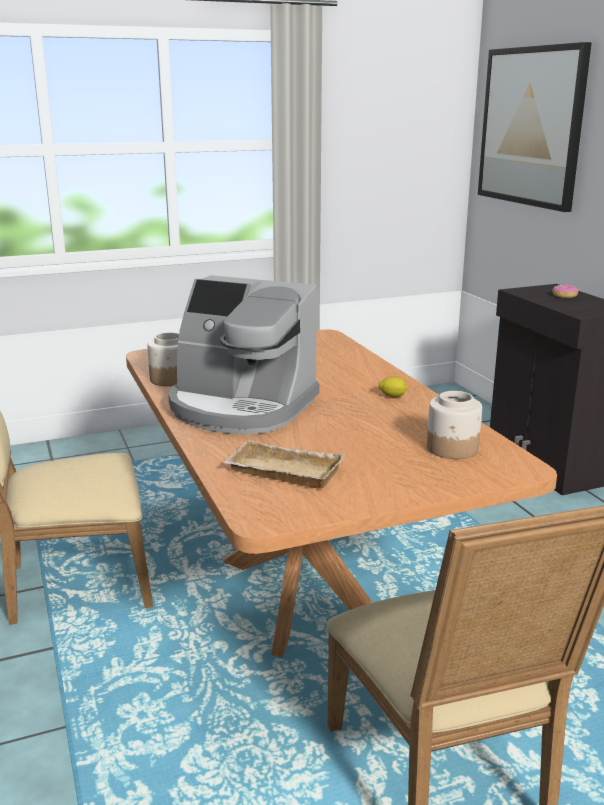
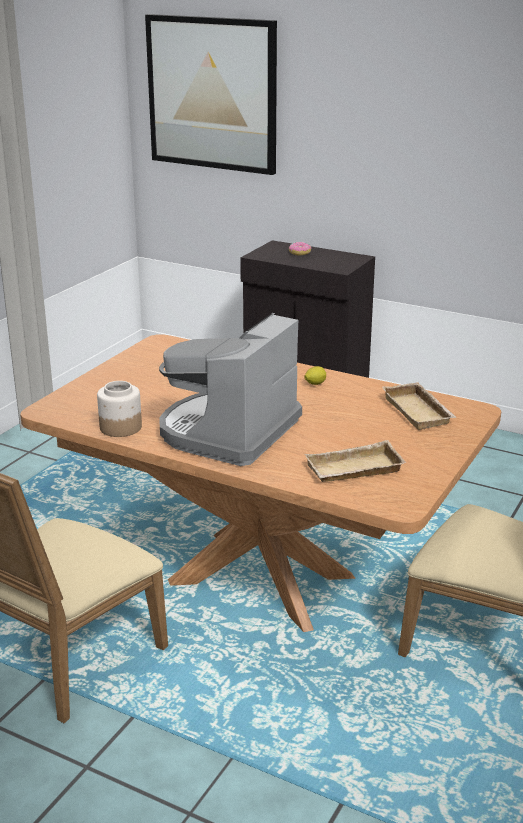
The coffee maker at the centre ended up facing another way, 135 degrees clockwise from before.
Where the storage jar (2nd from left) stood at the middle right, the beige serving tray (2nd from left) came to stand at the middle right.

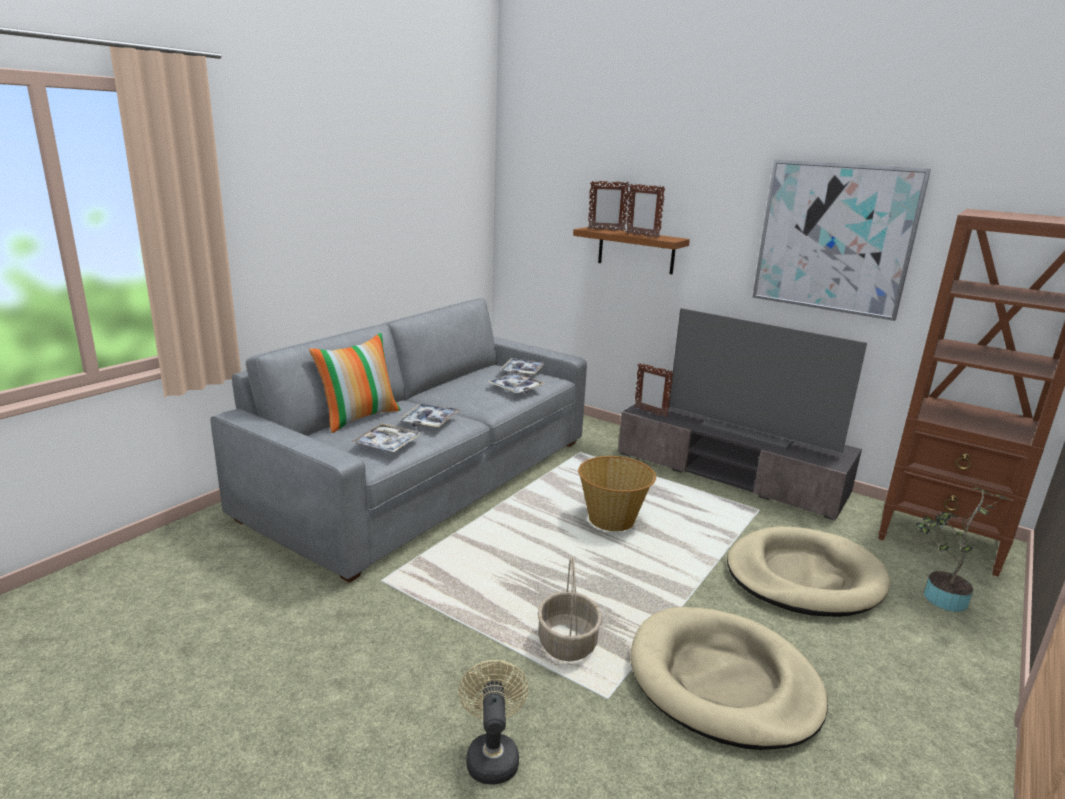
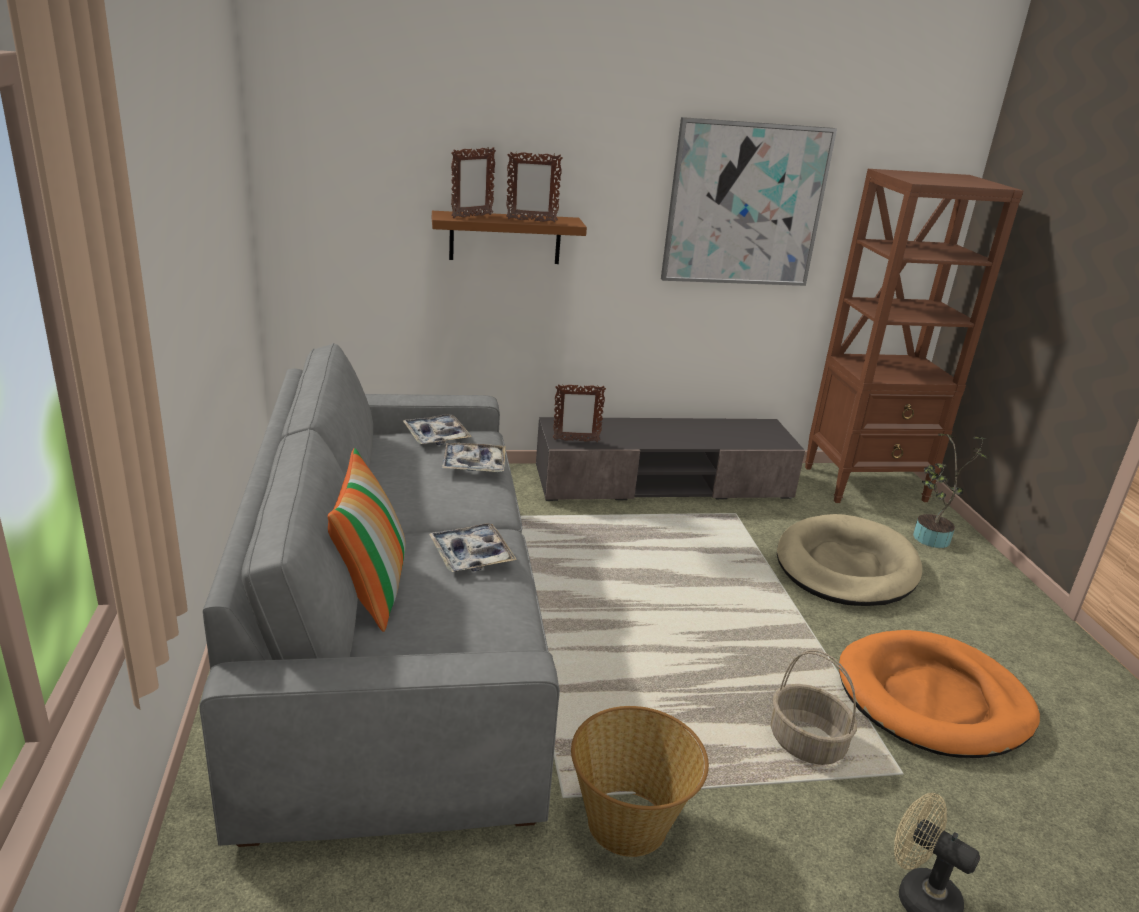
The second view lost the television at the middle right.
The second view lost the serving tray (1st from left) at the centre.
The household basket (2nd from left in the first image) ended up elsewhere, having gone from the centre to the bottom centre.
What was the beige dog cushion (1st from left) at the bottom right turned into the orange-coloured dog cushion at the bottom right.

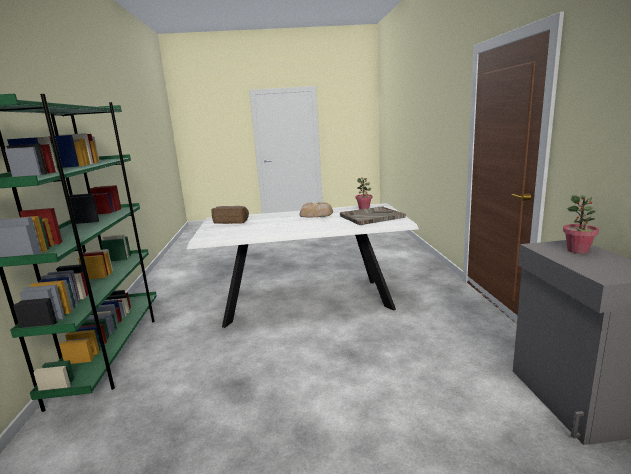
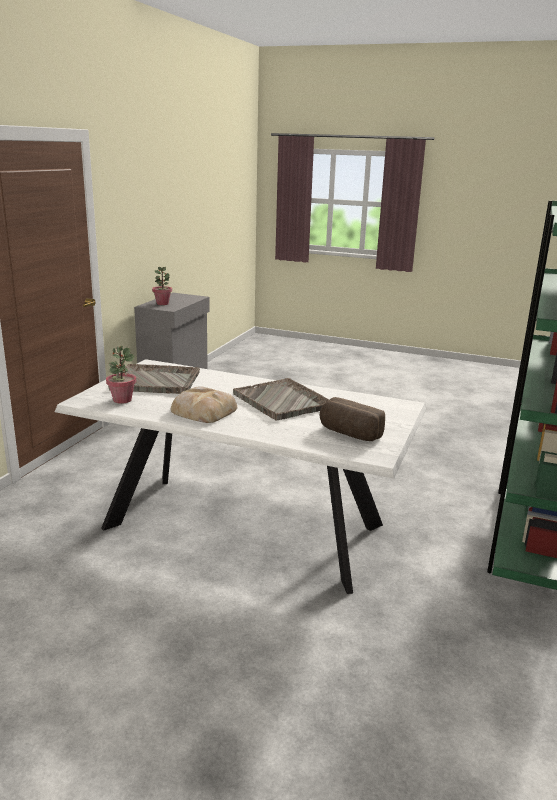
The second view gained the gray serving tray (2nd from left) at the centre.

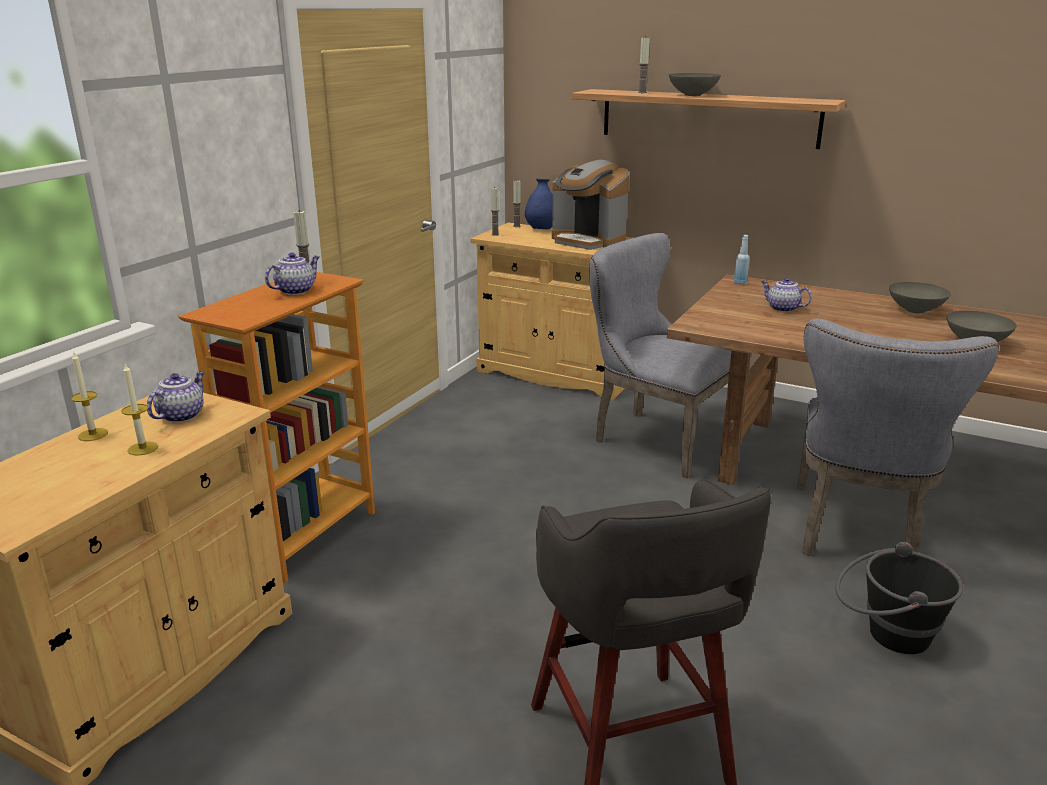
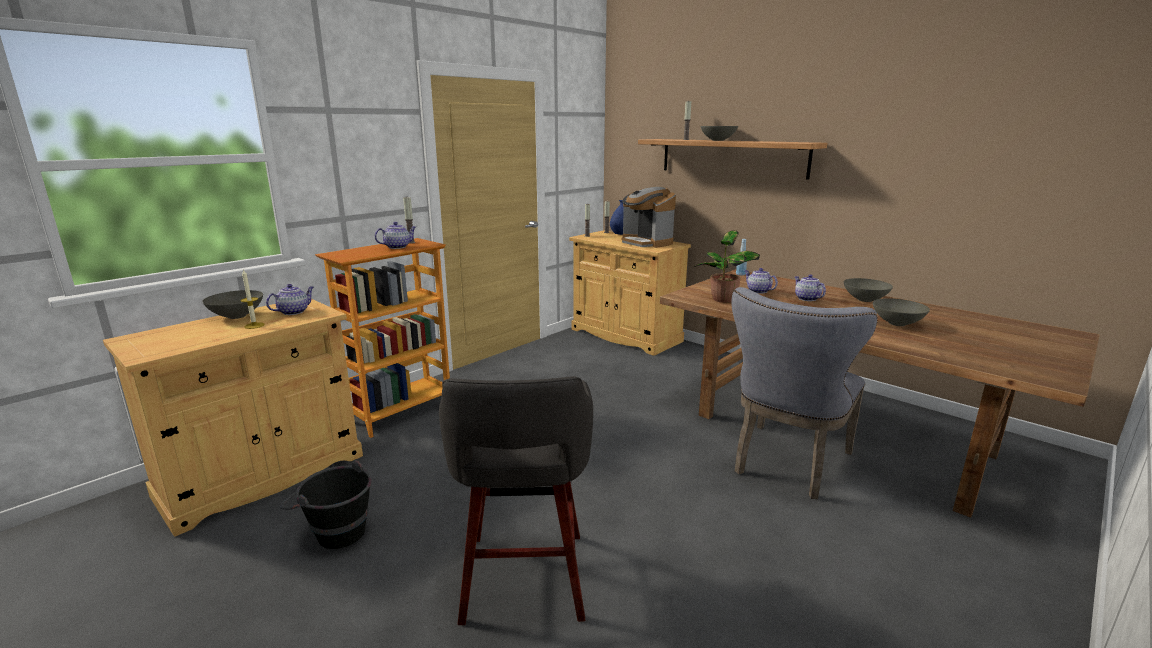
The second view lost the gray upright chair (1st from left) at the centre.
Where the wax light (1st from left) stood at the middle left, the gray serving bowl (1st from left) came to stand at the middle left.
The blackish pail ended up elsewhere, having gone from the bottom right to the bottom left.
The second view gained the potted plant at the centre.
The second view gained the tea pot (4th from left) at the middle right.

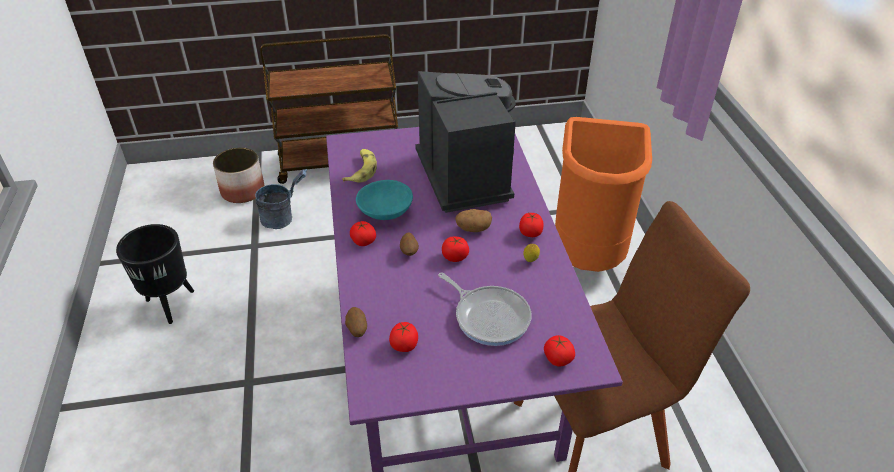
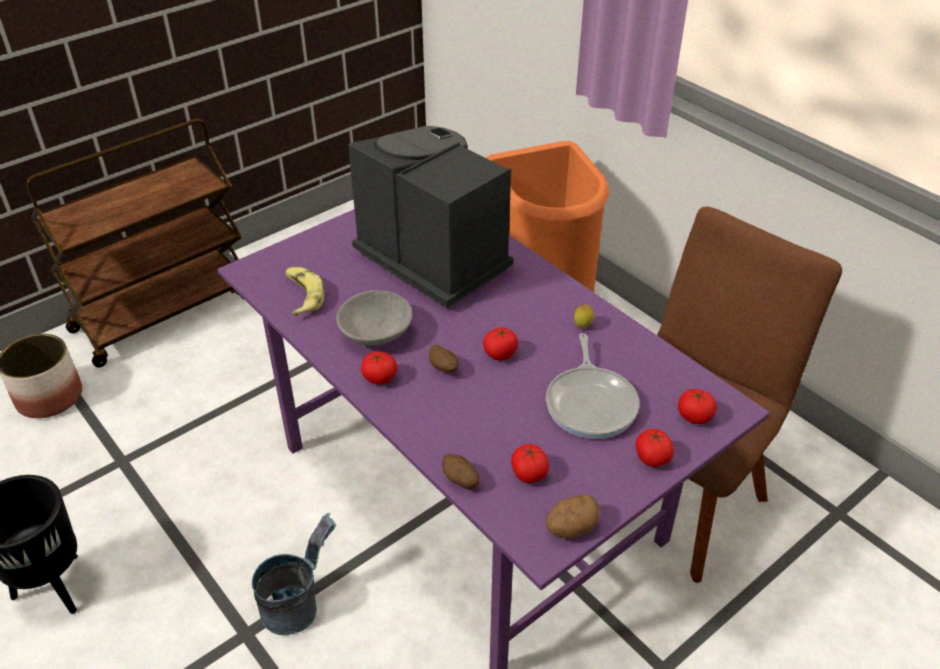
The gray pail ended up elsewhere, having gone from the middle left to the bottom left.
What was the turquoise-coloured serving bowl at the centre turned into the gray serving bowl at the centre.
The whole potato (3rd from left) ended up elsewhere, having gone from the centre to the bottom centre.
The whole tomato (4th from left) ended up elsewhere, having gone from the centre to the bottom right.
The skillet at the centre ended up facing another way, 75 degrees clockwise from before.

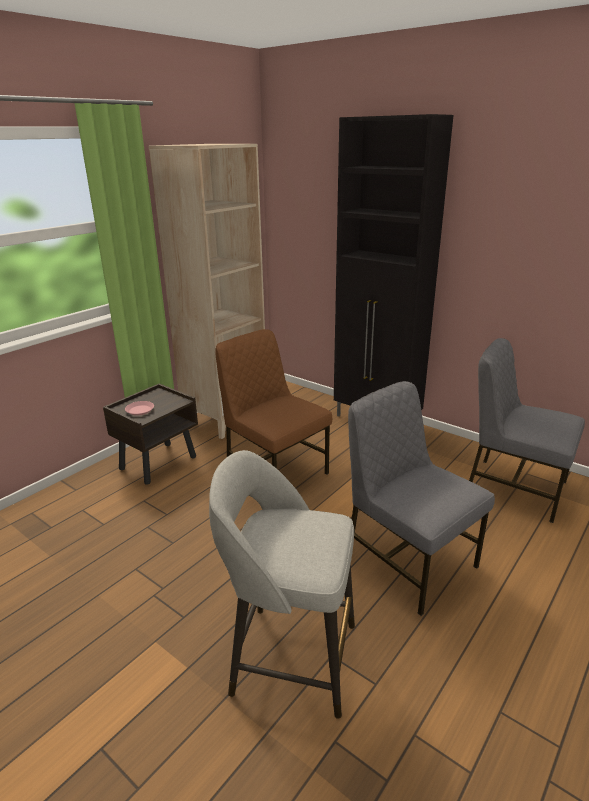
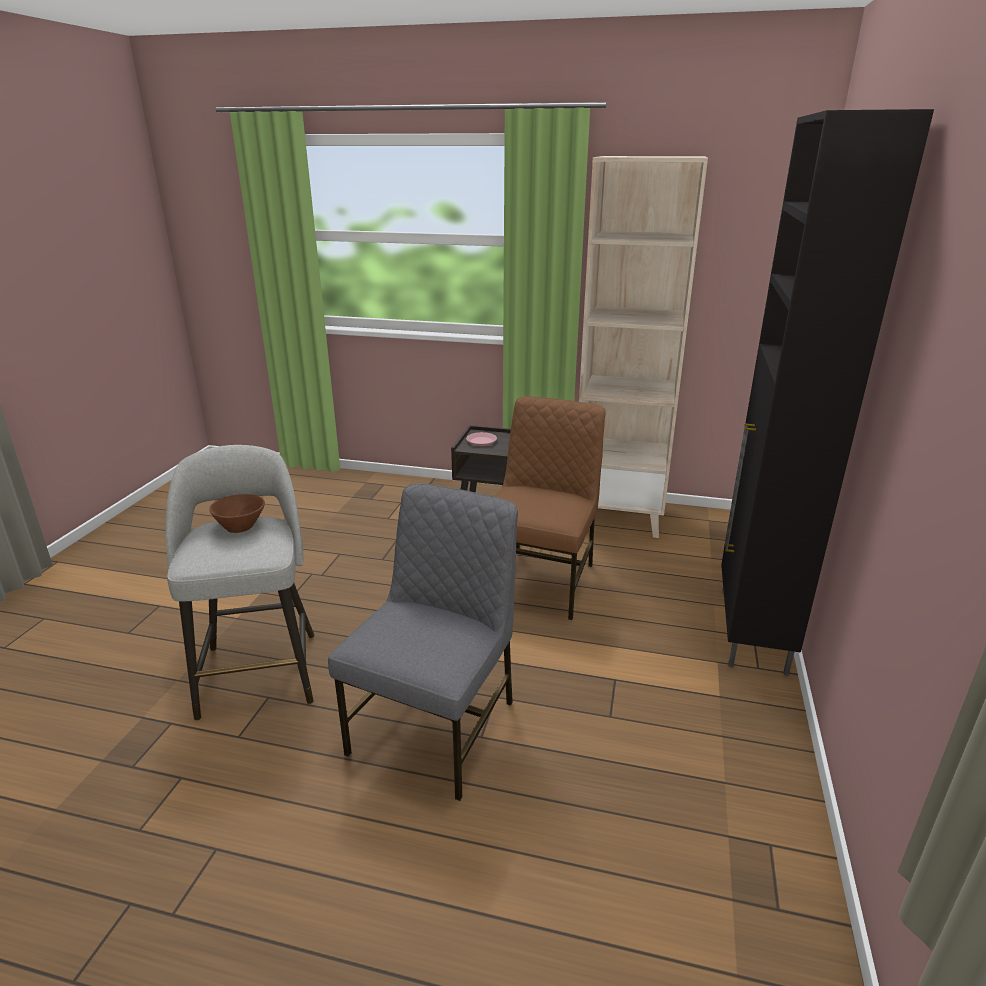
The second view lost the gray upright chair (2nd from left) at the middle right.
The second view gained the brown serving bowl at the middle left.

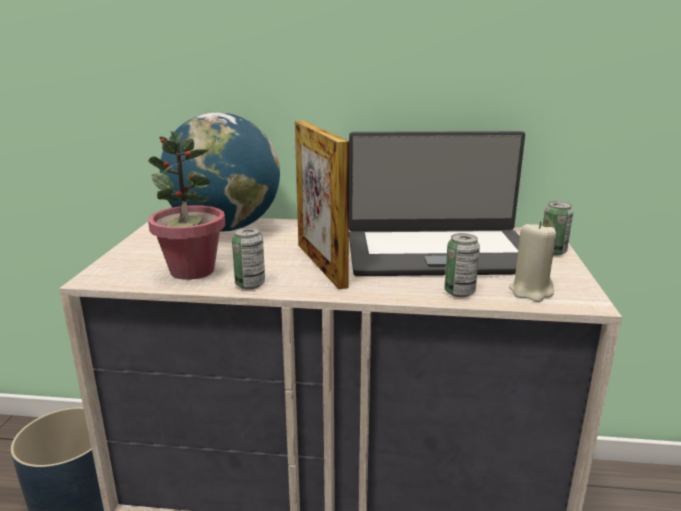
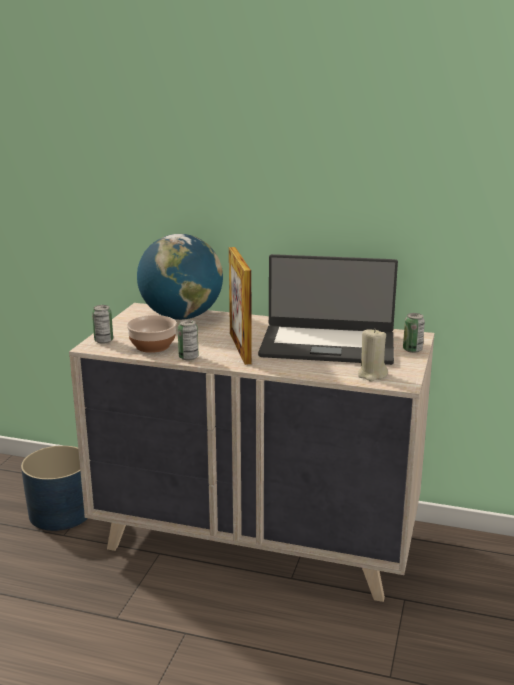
Where the potted plant stood at the middle left, the serving bowl came to stand at the middle left.
The can (2nd from left in the first image) ended up elsewhere, having gone from the middle right to the middle left.

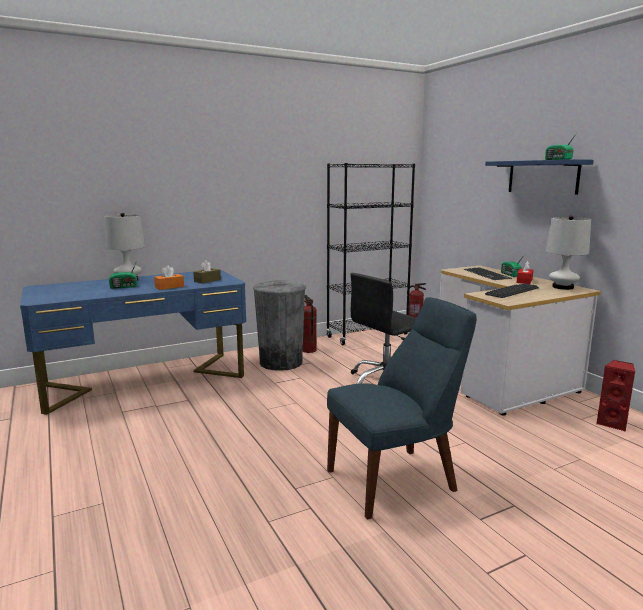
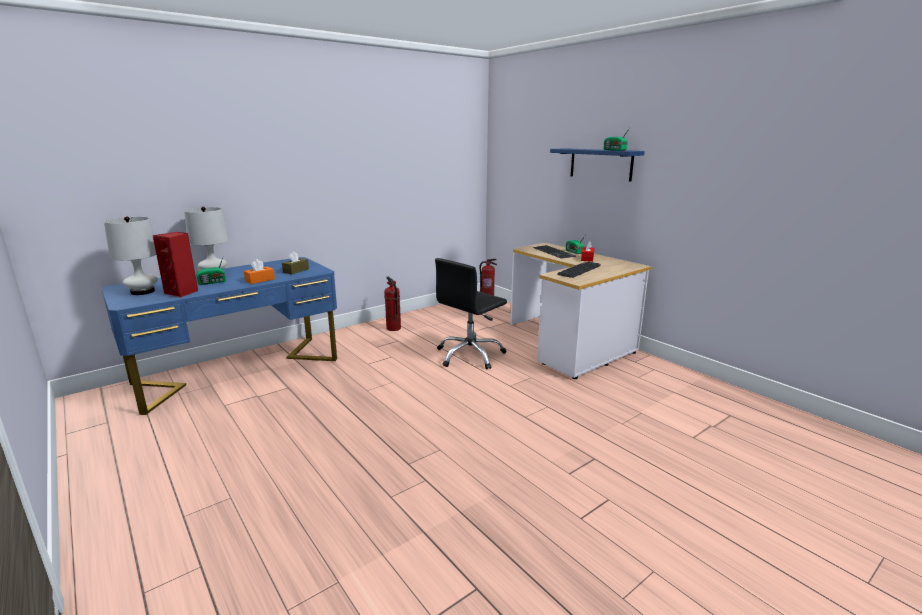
The second view lost the blackish bookshelf at the centre.
The whitish tabletop lamp (2nd from left in the first image) ended up elsewhere, having gone from the middle right to the middle left.
The second view lost the gray trash can at the centre.
The second view lost the blue-coloured upright chair at the bottom centre.
The reddish speaker ended up elsewhere, having gone from the middle right to the middle left.

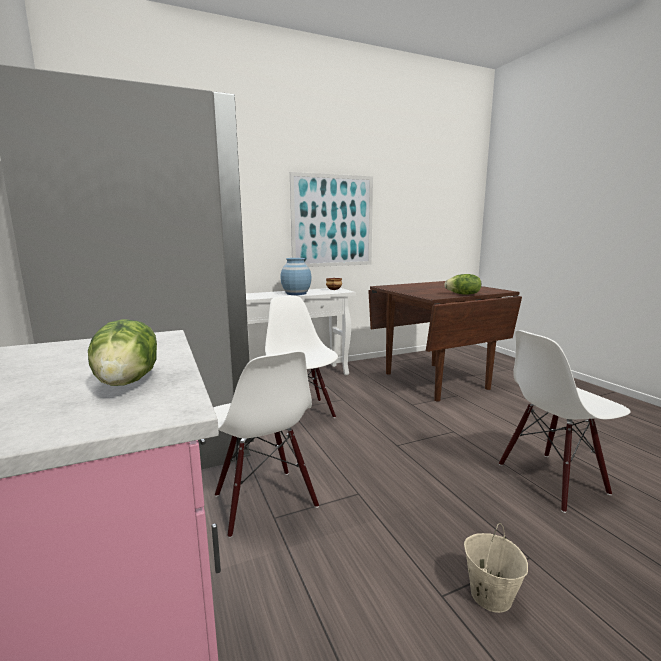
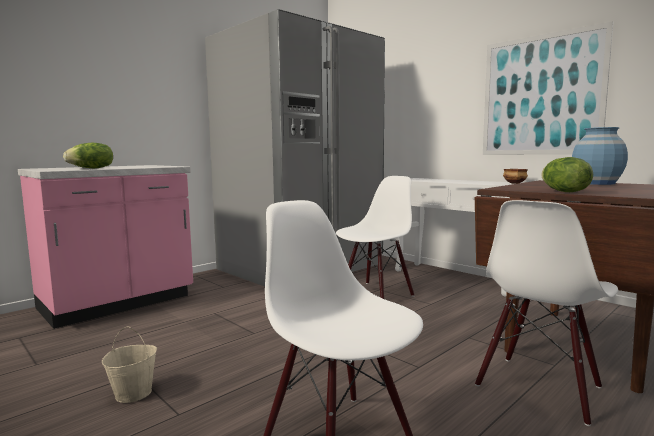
The blue-coloured decorative vase ended up elsewhere, having gone from the centre to the middle right.
The whitish upright chair (1st from left in the first image) ended up elsewhere, having gone from the bottom centre to the bottom right.

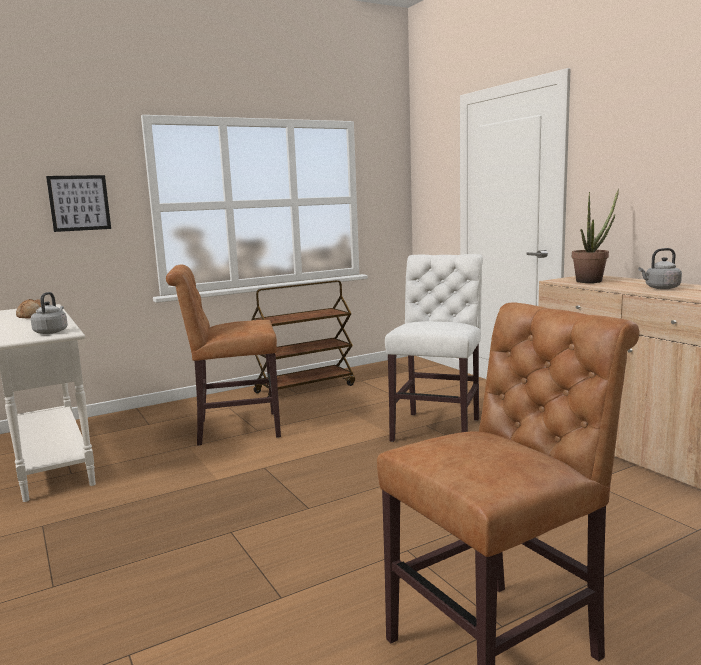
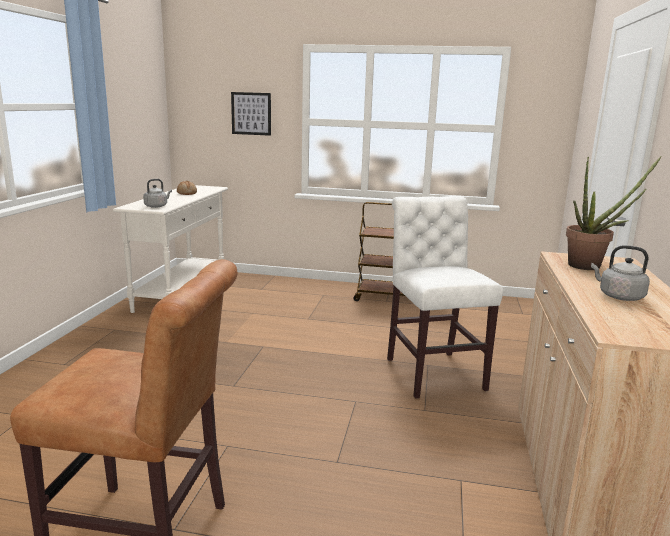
The whitish upright chair at the centre ended up facing another way, 75 degrees counterclockwise from before.
The second view lost the brown upright chair (1st from left) at the middle left.

